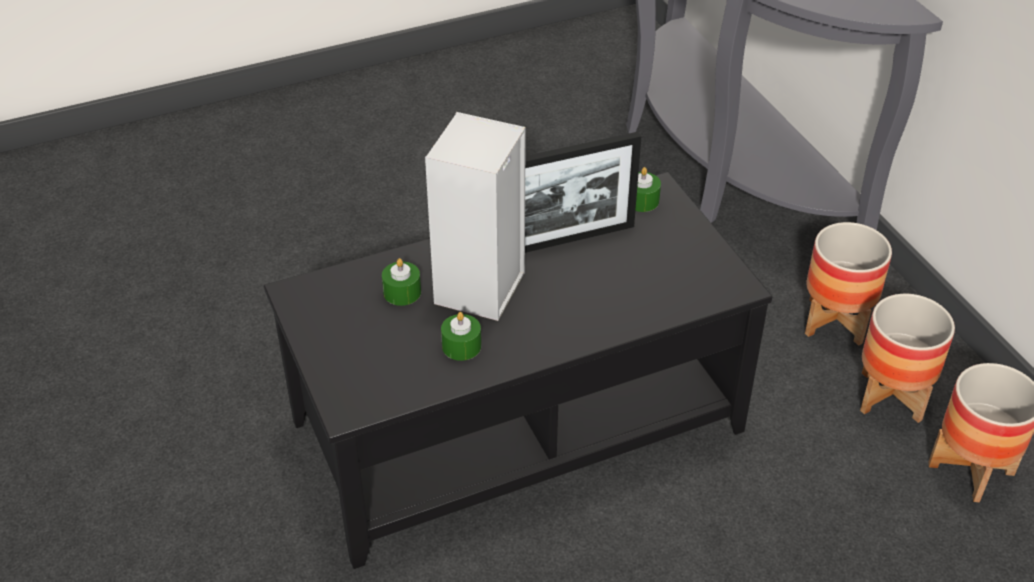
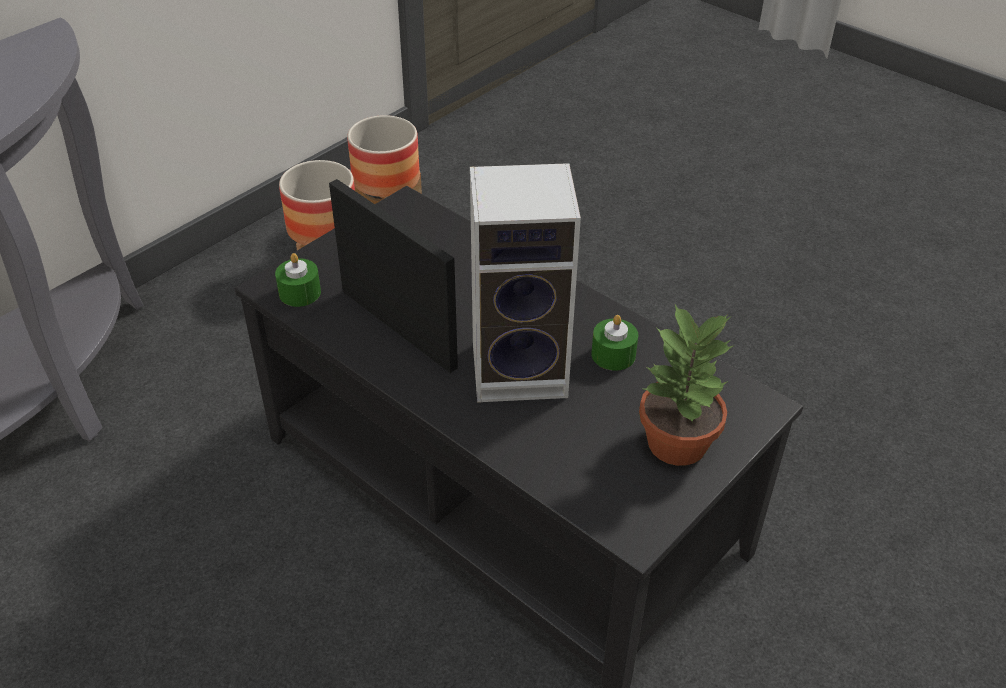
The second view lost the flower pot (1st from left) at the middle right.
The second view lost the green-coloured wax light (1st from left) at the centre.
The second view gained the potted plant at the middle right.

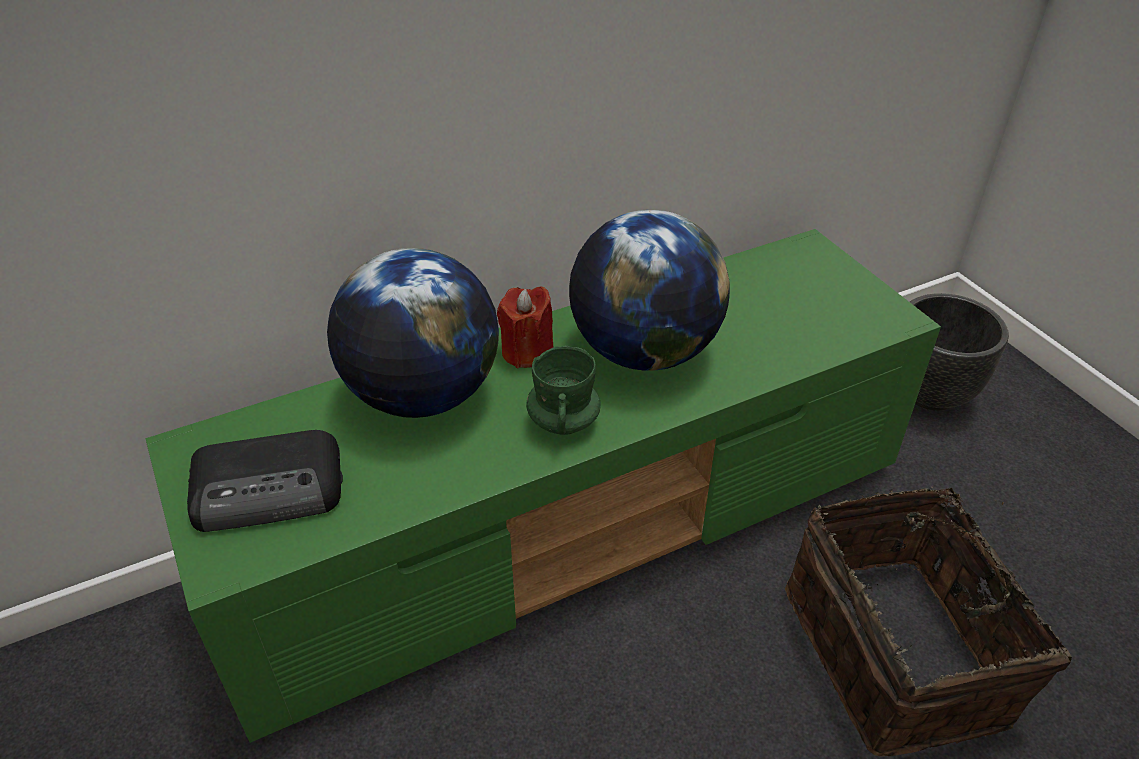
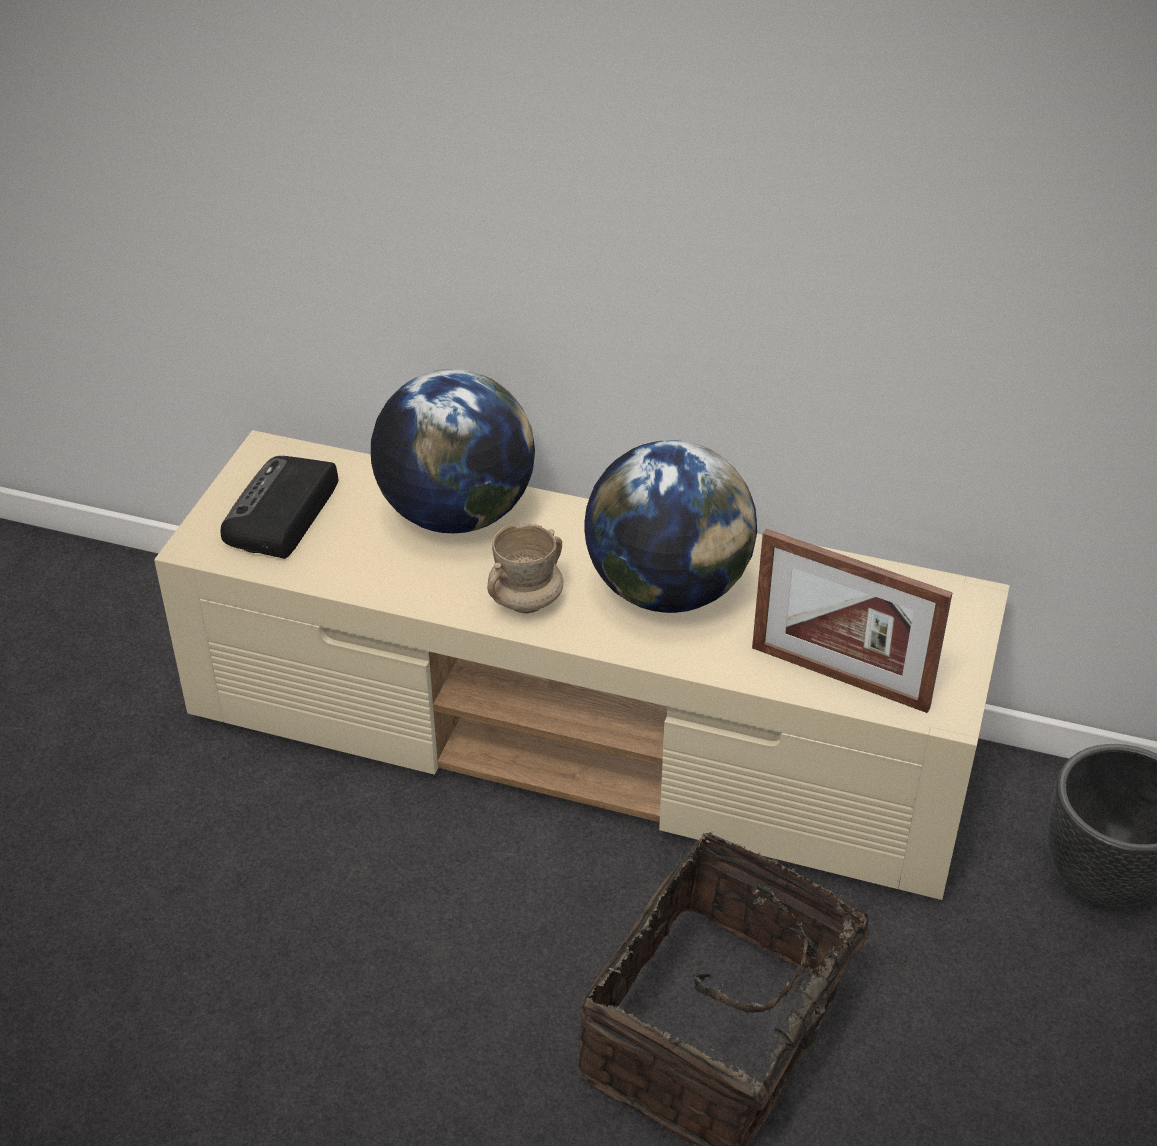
What was the green-coloured tv unit at the centre turned into the beige tv unit at the centre.
The second view lost the reddish wax light at the centre.
What was the green-coloured mug at the centre turned into the beige mug at the centre.
The radio set at the middle left ended up facing another way, 75 degrees clockwise from before.
The second view gained the picture frame at the middle right.

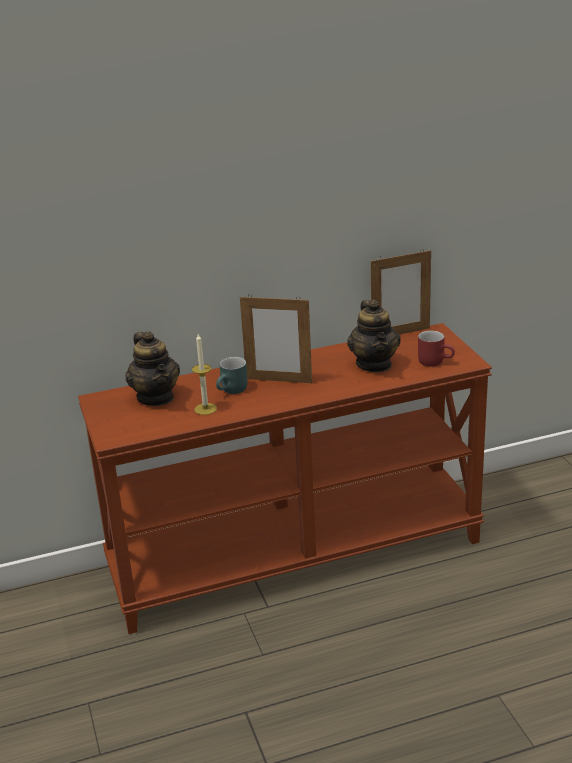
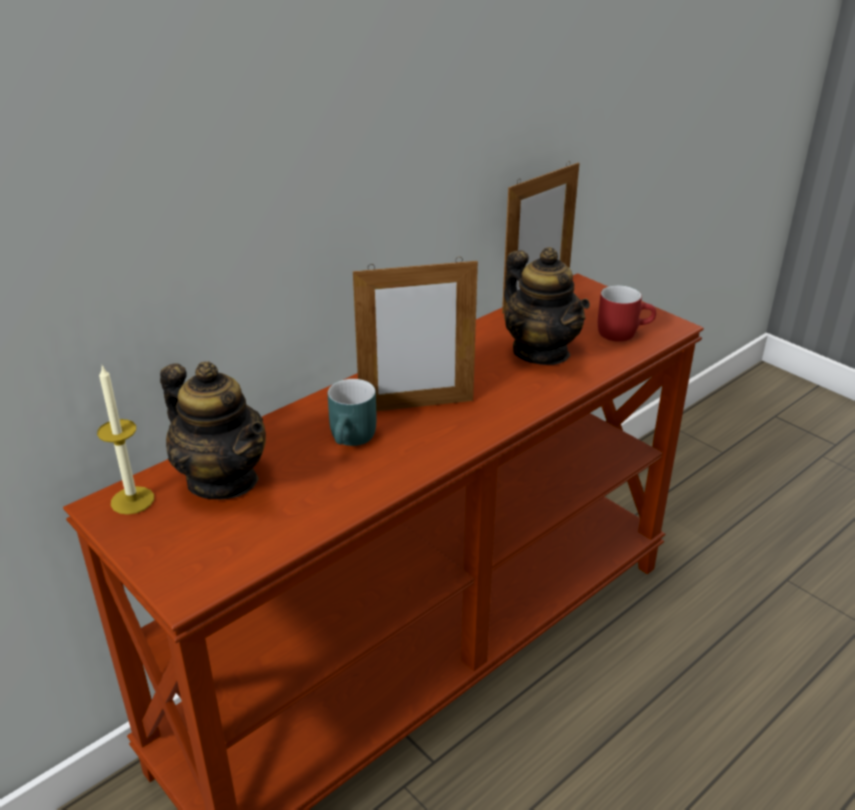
The wax light ended up elsewhere, having gone from the centre to the middle left.

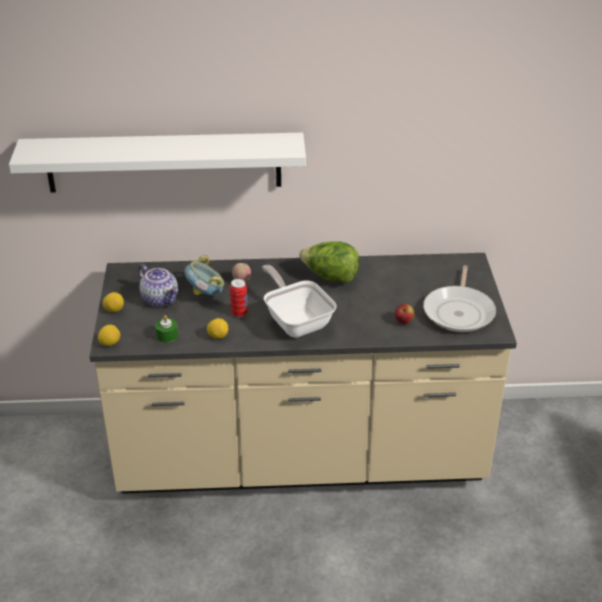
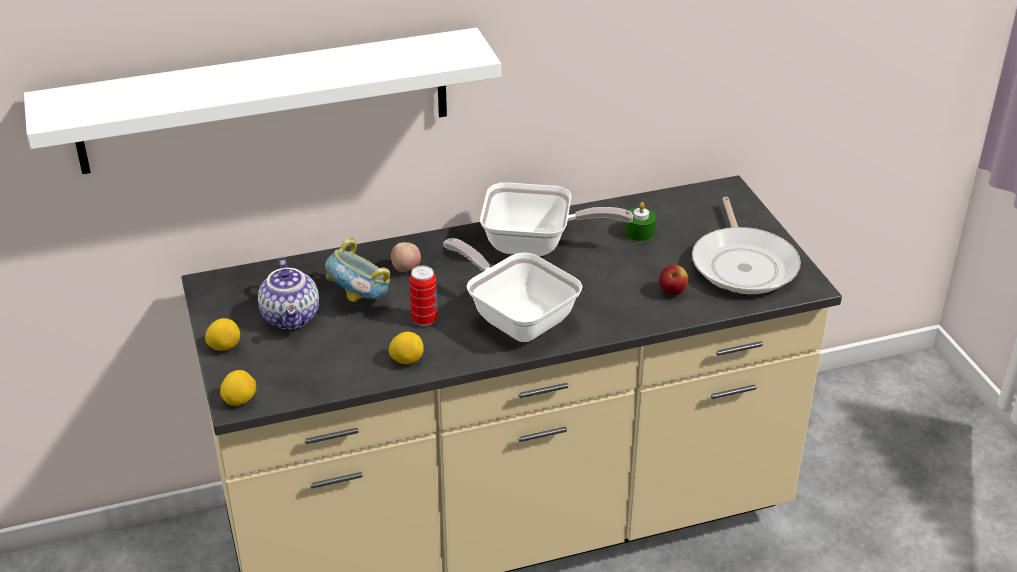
Where the head of lettuce stood at the centre, the skillet (2nd from left) came to stand at the centre.
The tea pot at the middle left ended up facing another way, 45 degrees clockwise from before.
The green-coloured wax light ended up elsewhere, having gone from the middle left to the centre.

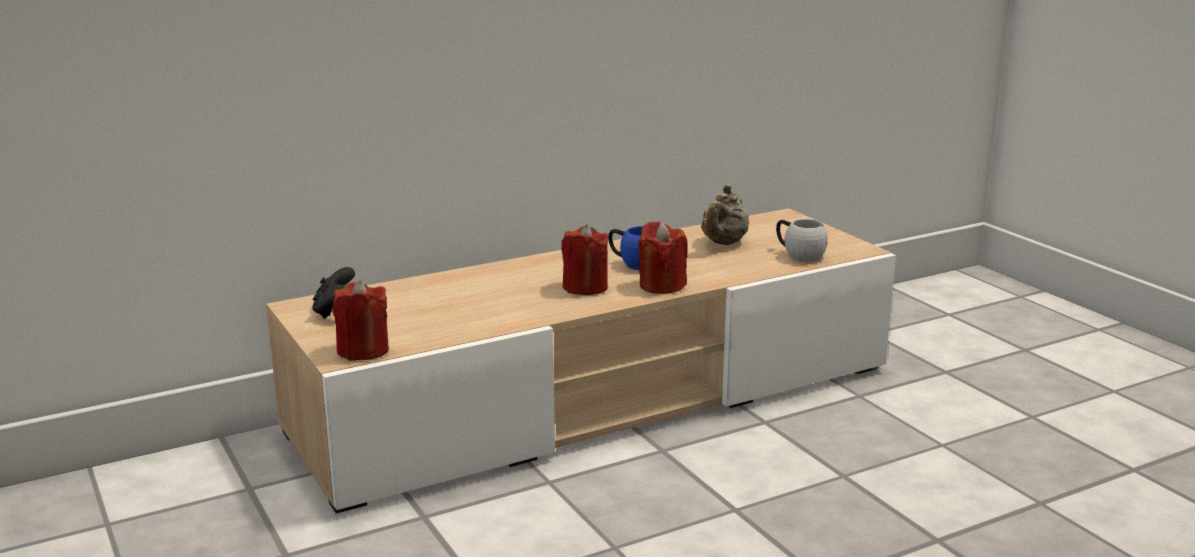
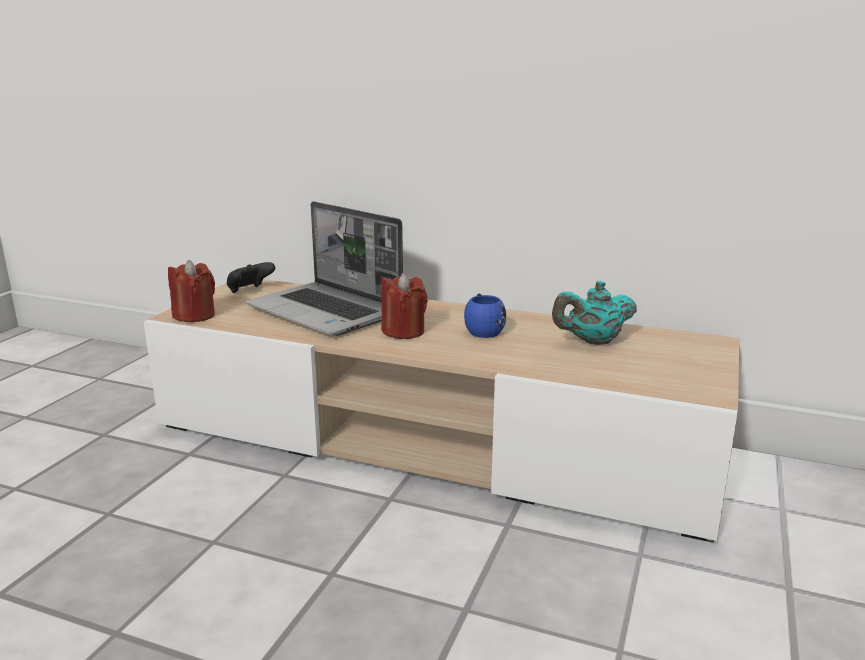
What was the beige tea pot at the centre turned into the turquoise-coloured tea pot at the middle right.
The second view lost the whitish mug at the middle right.
The second view lost the reddish wax light (3rd from left) at the centre.
The second view gained the laptop at the centre.

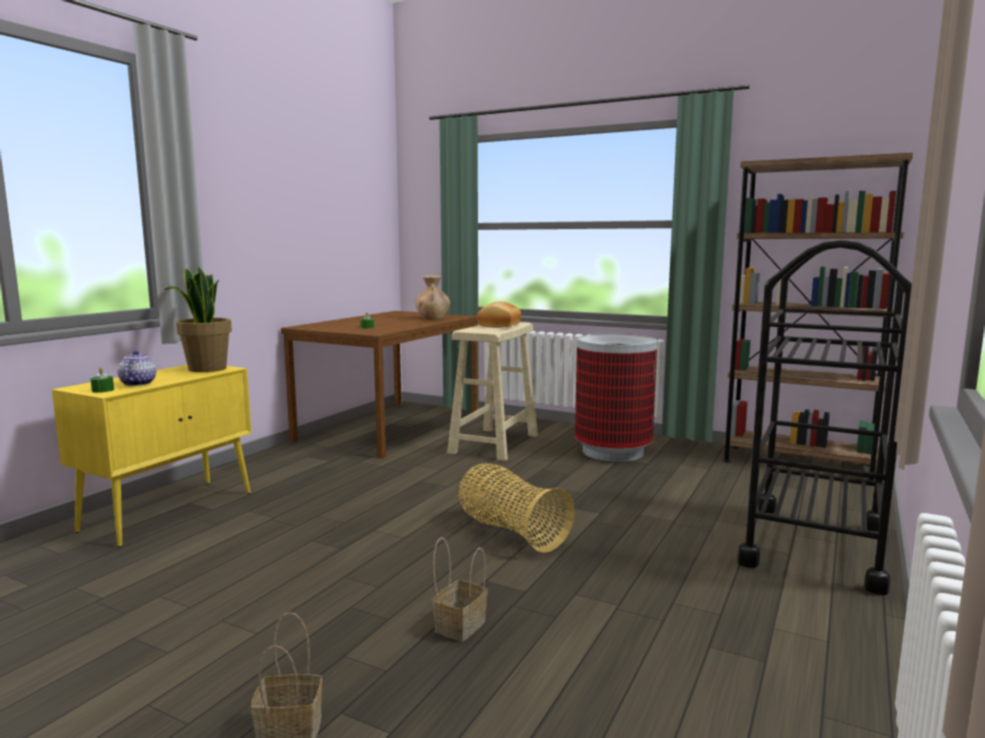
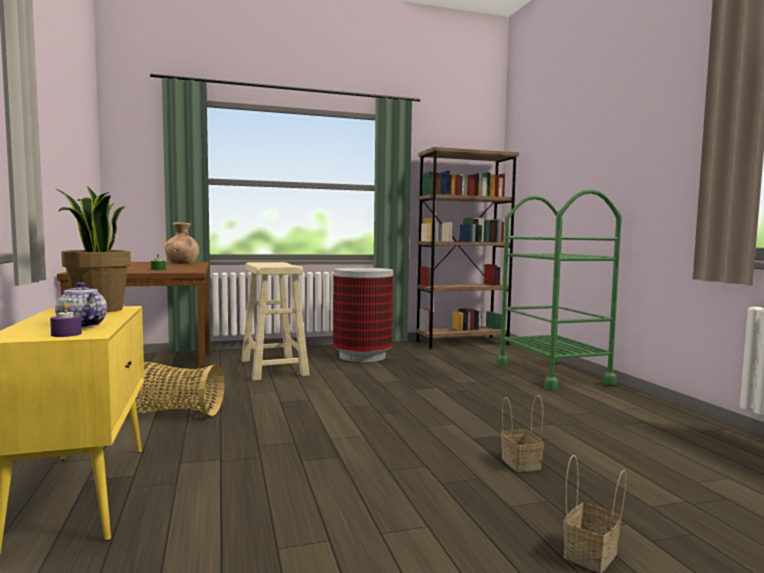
What was the blackish trolley at the middle right turned into the green-coloured trolley at the middle right.
The second view lost the baked bread at the centre.
What was the green-coloured wax light (1st from left) at the middle left turned into the purplish wax light at the middle left.
The household basket (3rd from left in the first image) ended up elsewhere, having gone from the bottom centre to the bottom left.

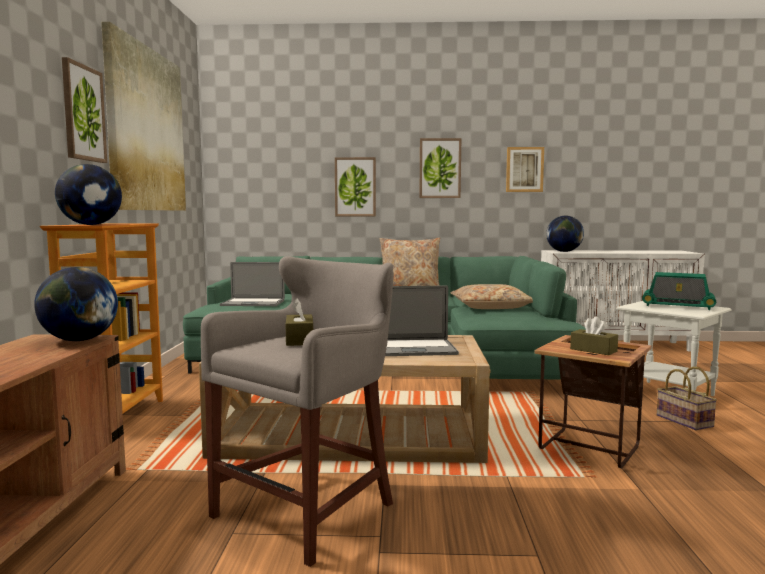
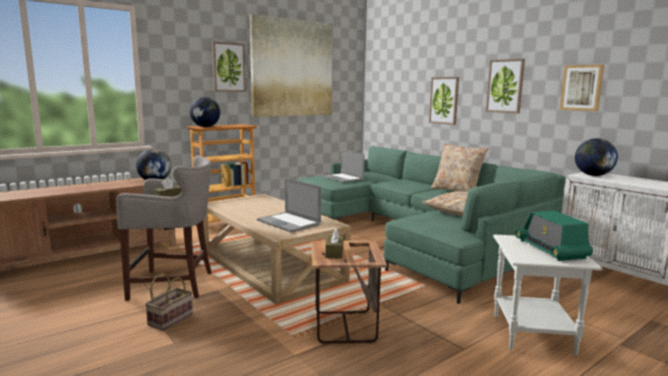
The household basket ended up elsewhere, having gone from the bottom right to the bottom left.

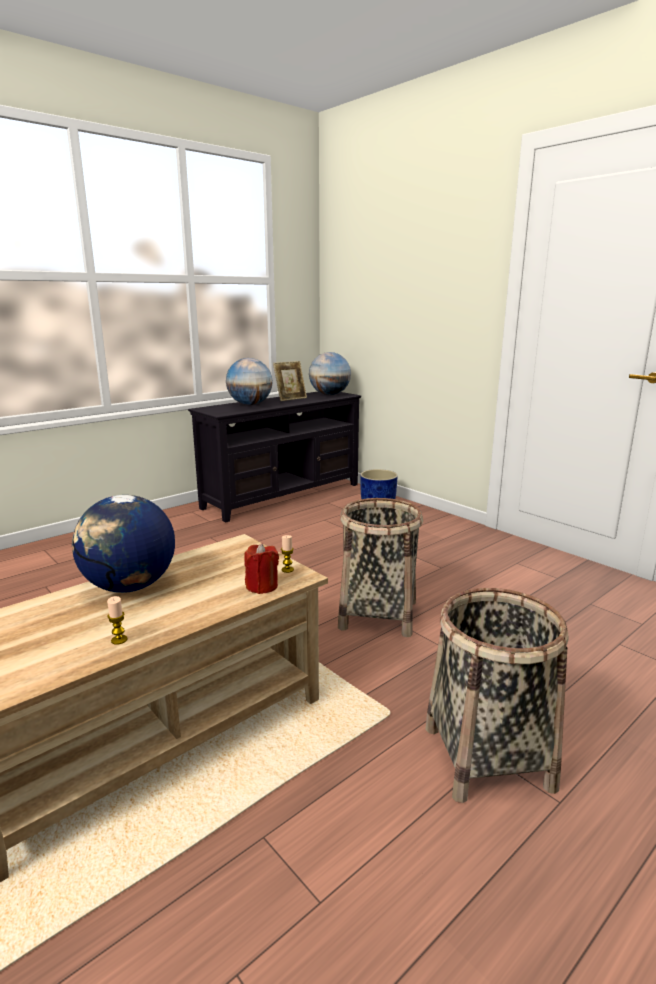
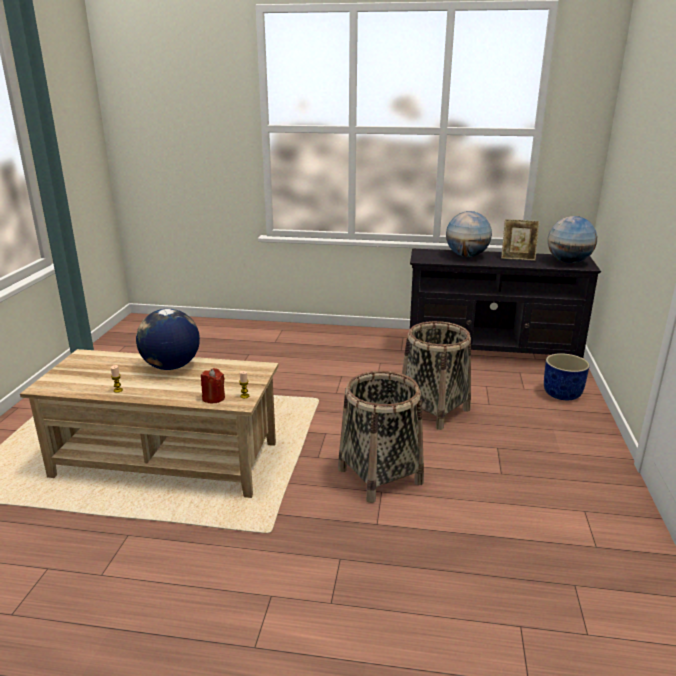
The household basket (2nd from left) ended up elsewhere, having gone from the bottom right to the centre.

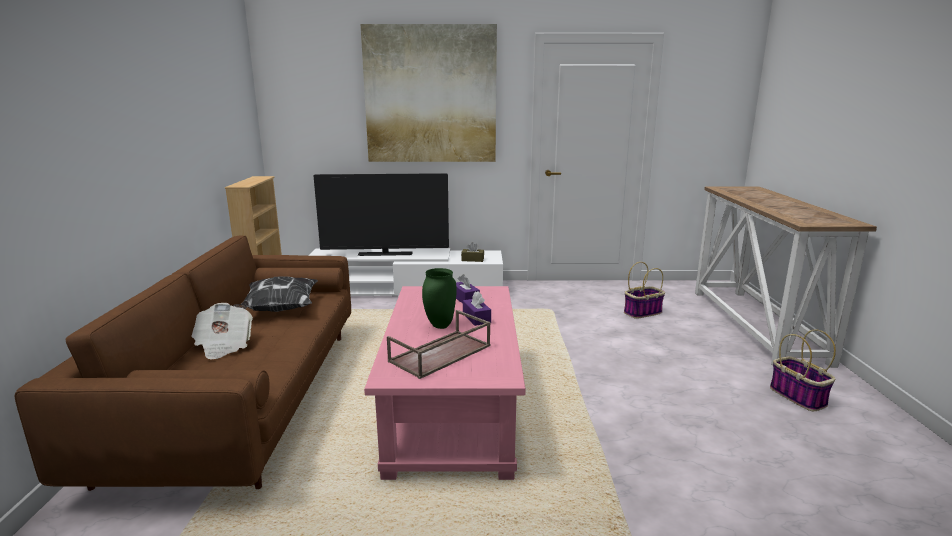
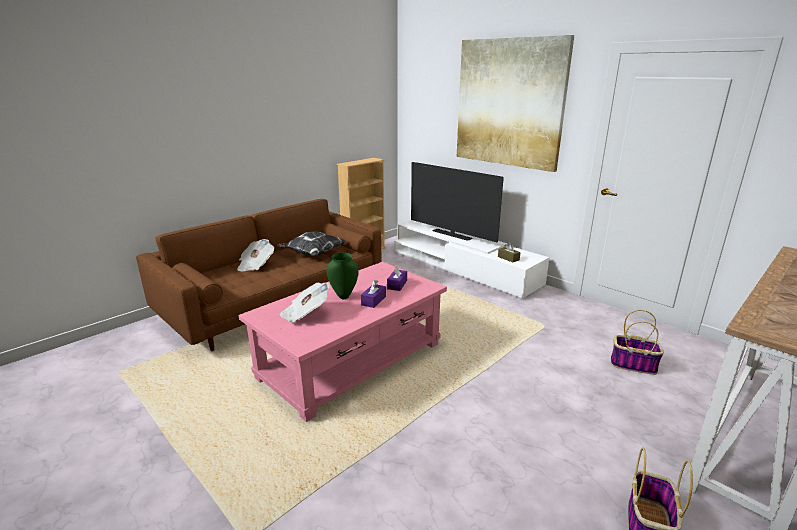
Where the brown serving tray stood at the centre, the newspaper (2nd from left) came to stand at the centre.

